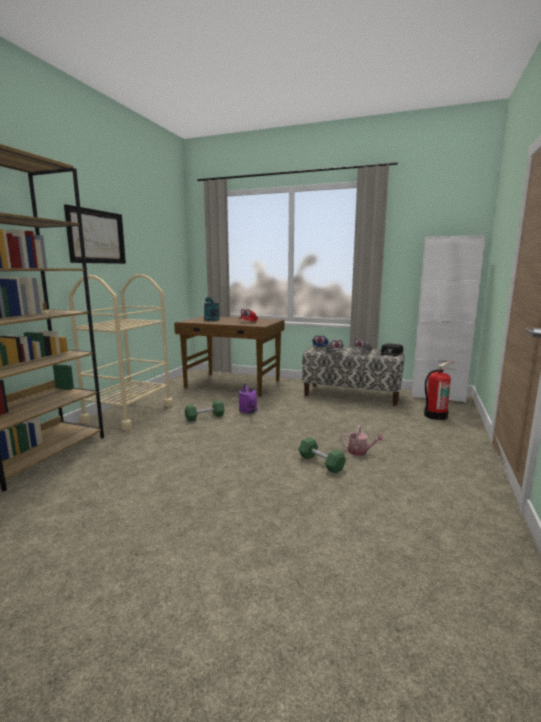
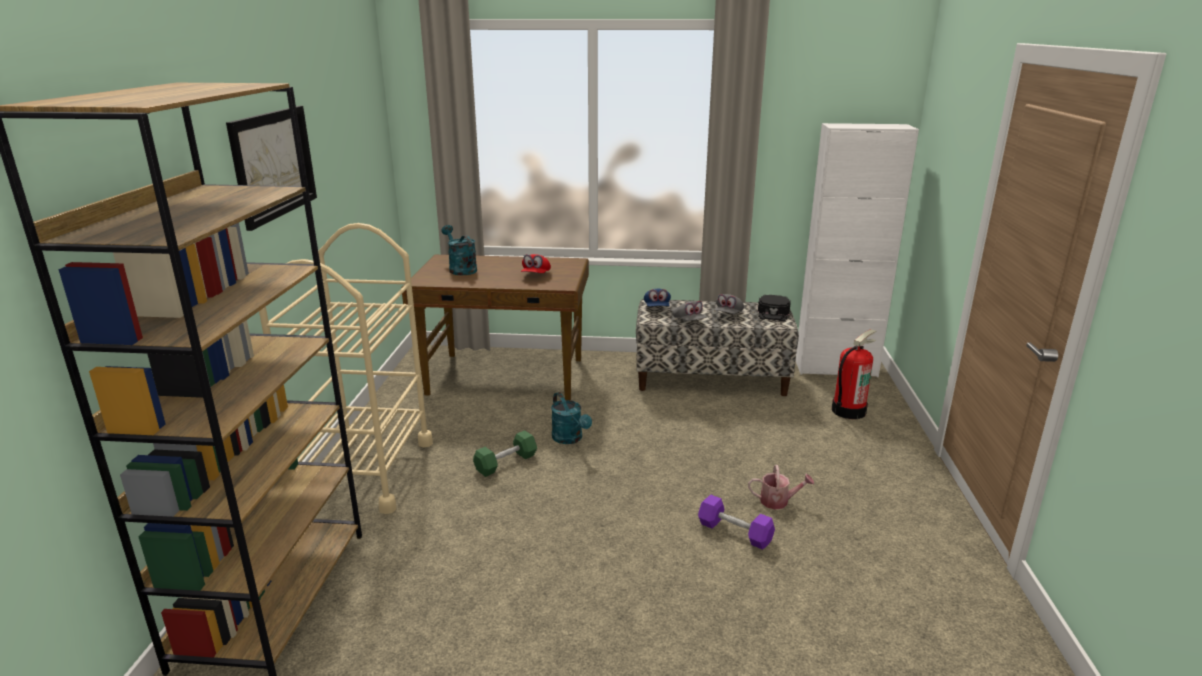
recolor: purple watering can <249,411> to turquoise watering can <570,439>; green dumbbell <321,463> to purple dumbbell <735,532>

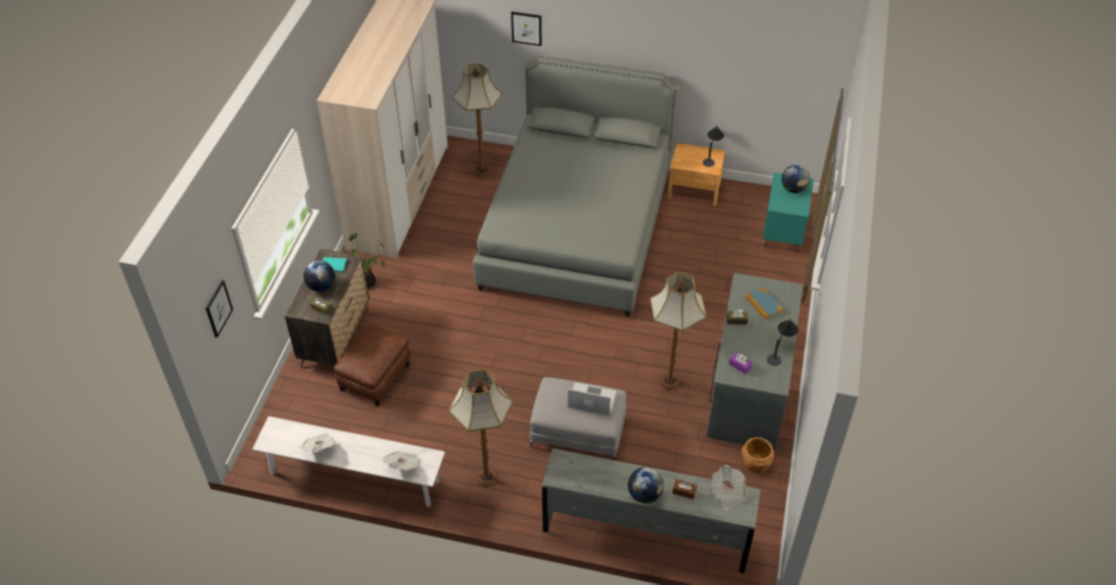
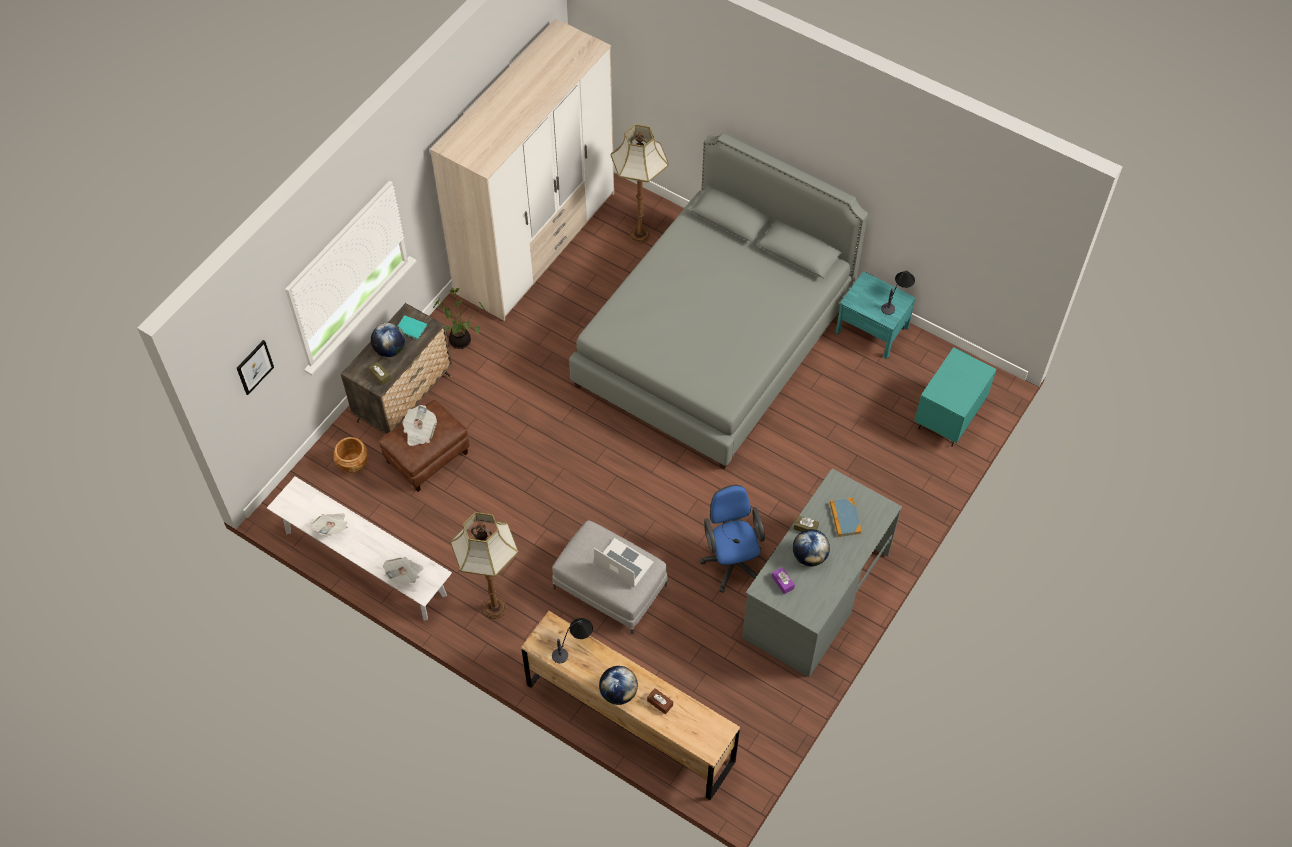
delete: picture <526,28>
move: globe <793,189> to <809,556>; table lamp <780,350> to <573,646>; brown planter <755,464> to <353,463>; newspaper <727,493> to <419,431>
replace: floor lamp <669,381> to blue office chair <732,561>
recolor: brown nightstand <694,190> to turquoise nightstand <872,329>; grey dresser <646,533> to brown dresser <630,723>

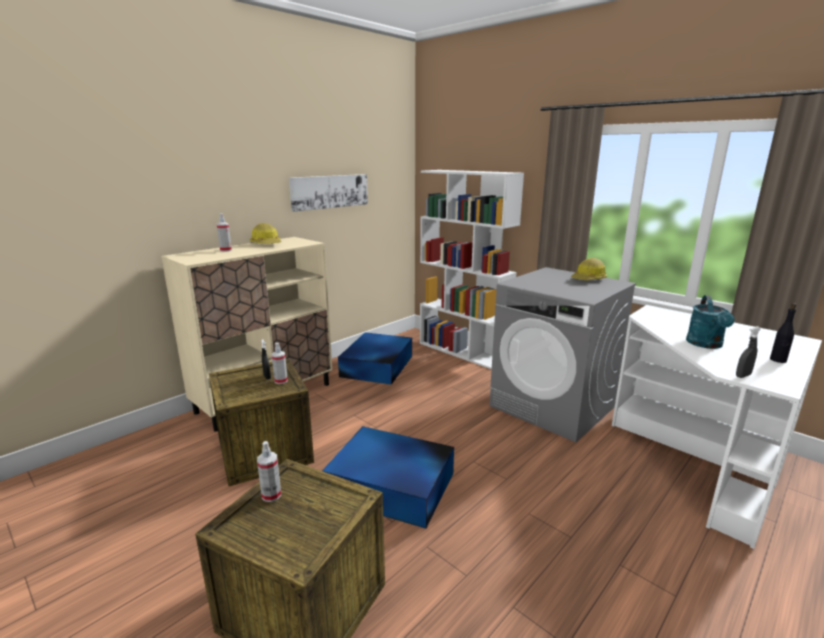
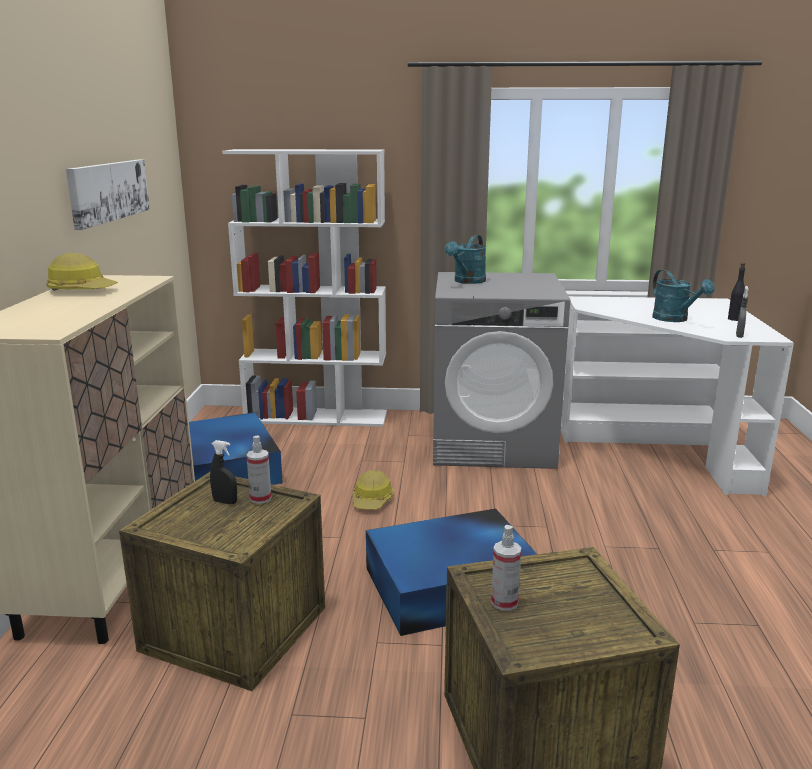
delete: spray bottle <226,250>
insert: turquoise watering can <467,281>
move: hard hat <588,279> to <372,501>

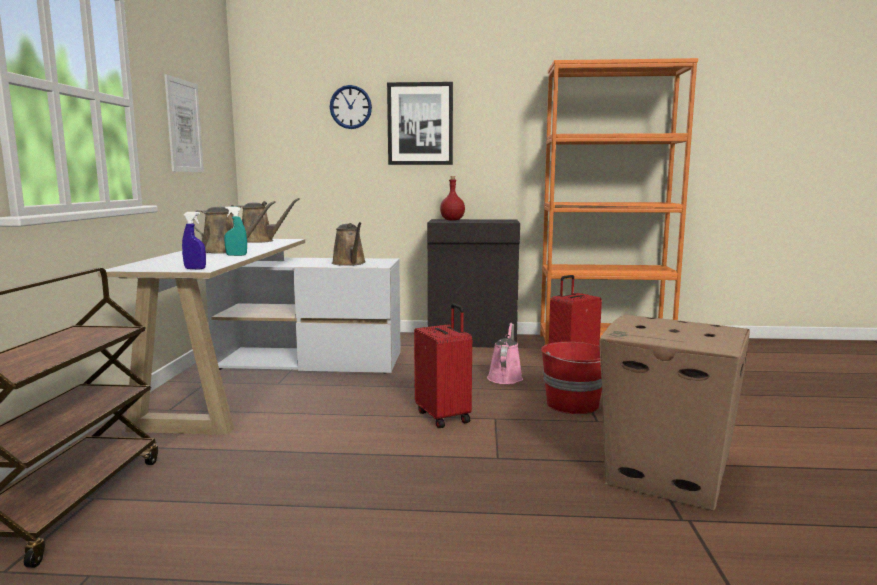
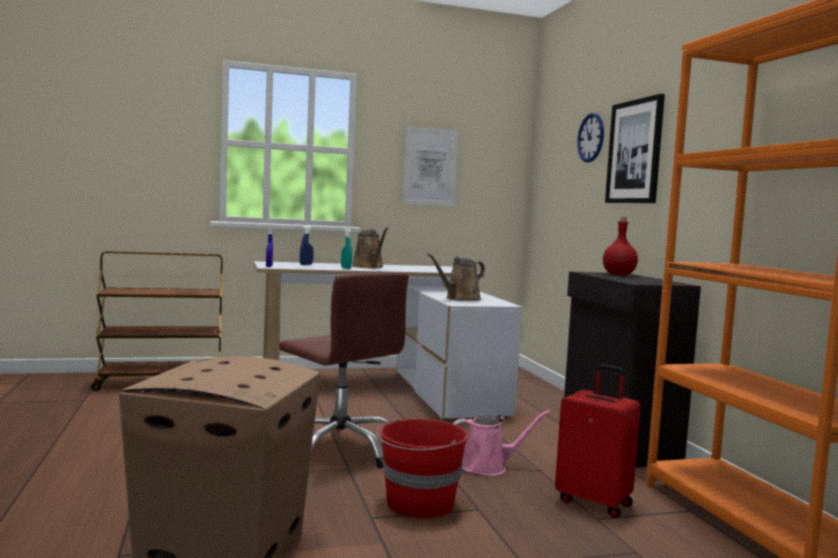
delete: brown watering can <260,241>
insert: blue spray bottle <306,264>
replace: red suitcase <444,416> to brown office chair <340,449>

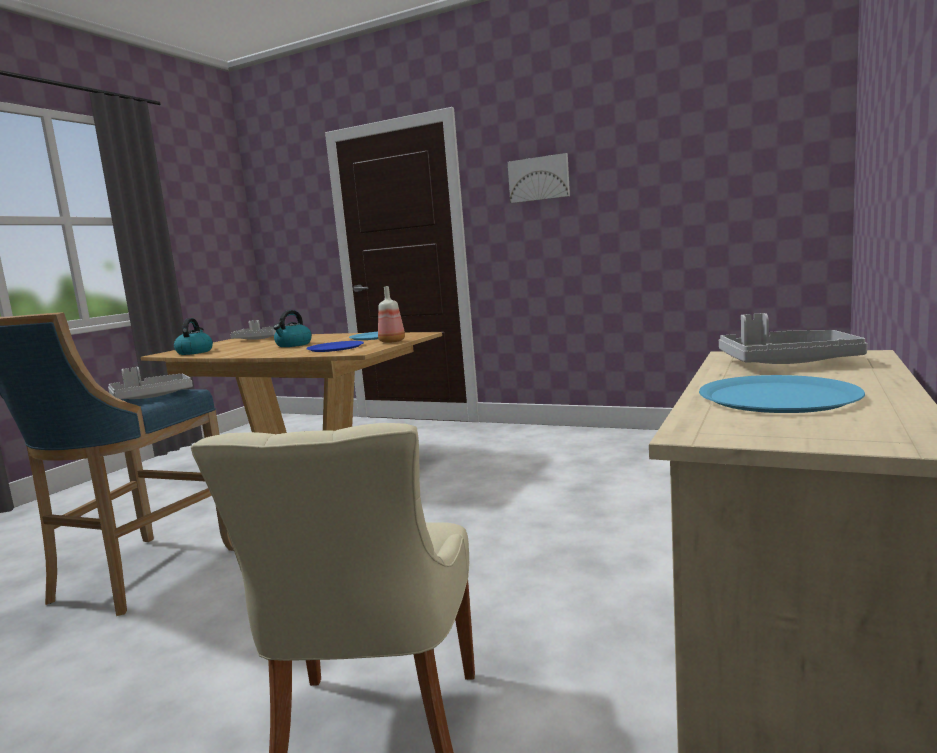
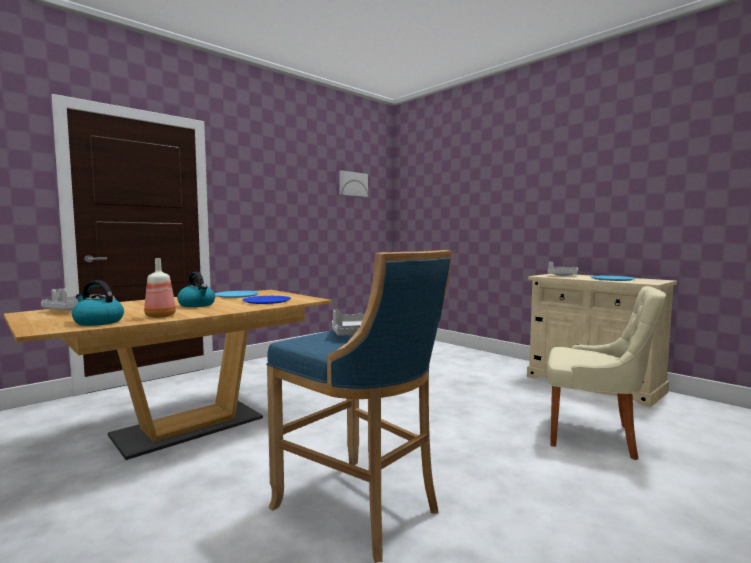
move: picture <539,179> to <353,184>; bottle <392,341> to <159,316>

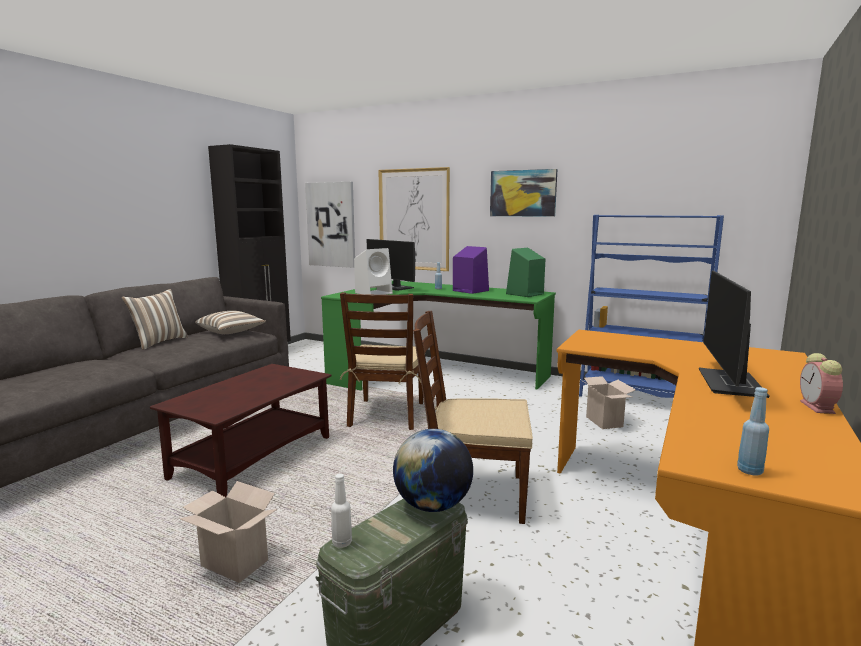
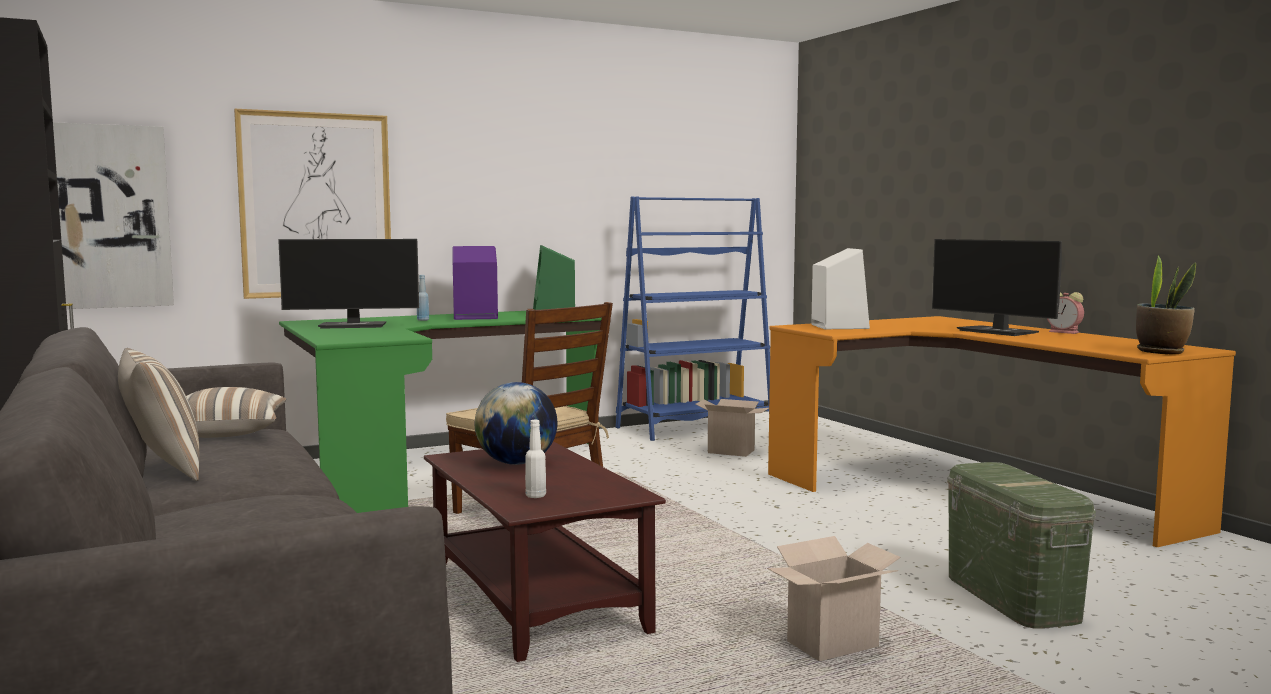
delete: picture <523,193>; brown chair <471,495>
move: white speaker <374,293> to <838,326>; globe <433,505> to <516,463>; white bottle <342,543> to <536,496>
replace: blue bottle <750,471> to potted plant <1161,352>

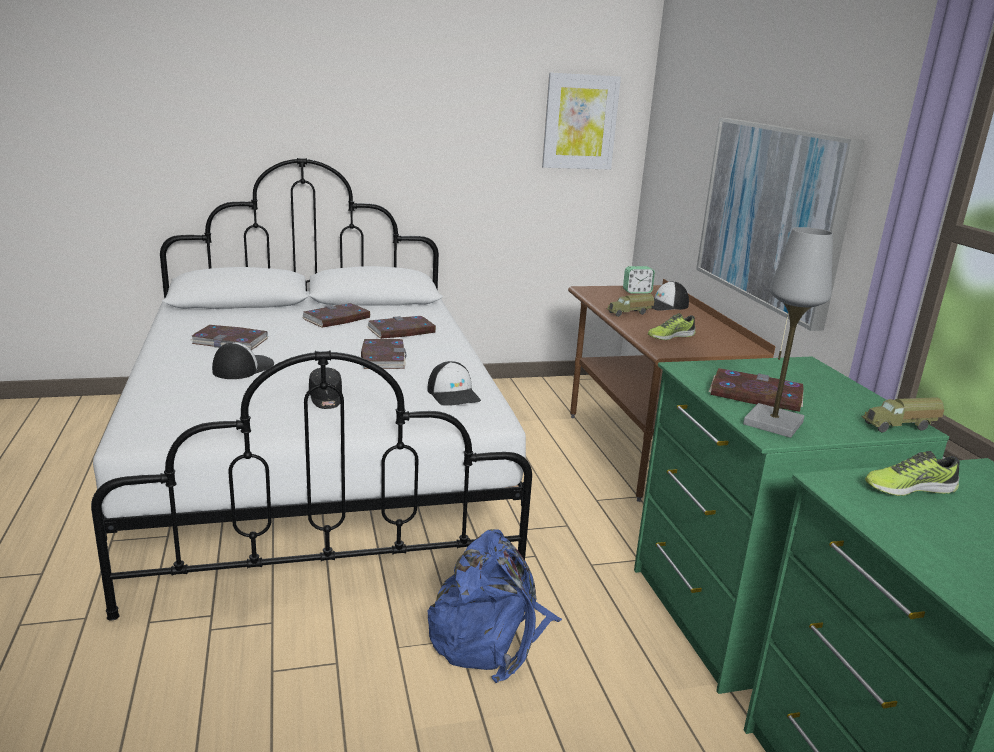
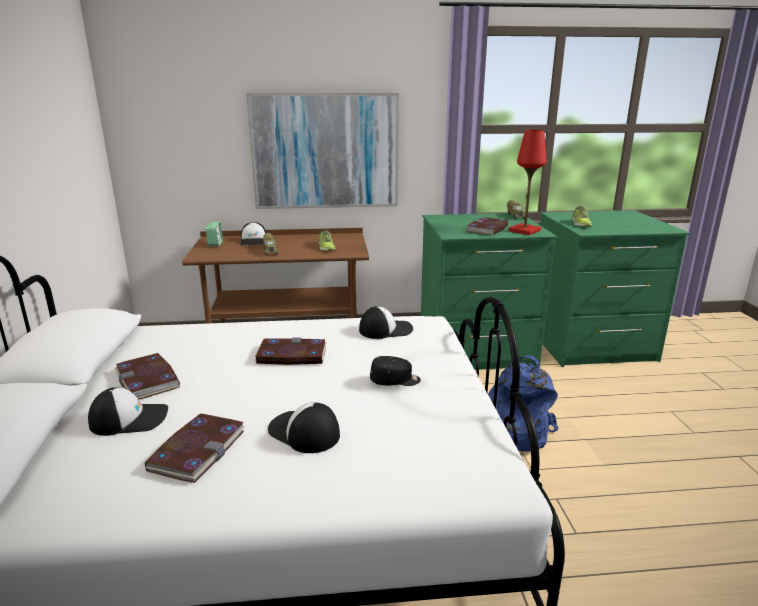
delete: picture <580,122>; book <401,331>
insert: cap <130,419>
recolor: grey table lamp <773,423> to red table lamp <524,231>

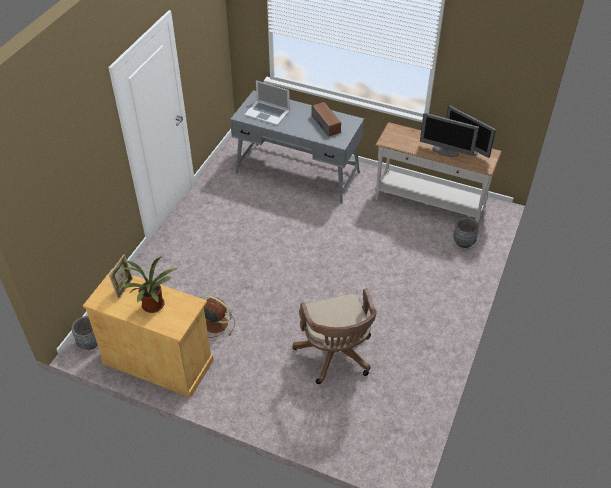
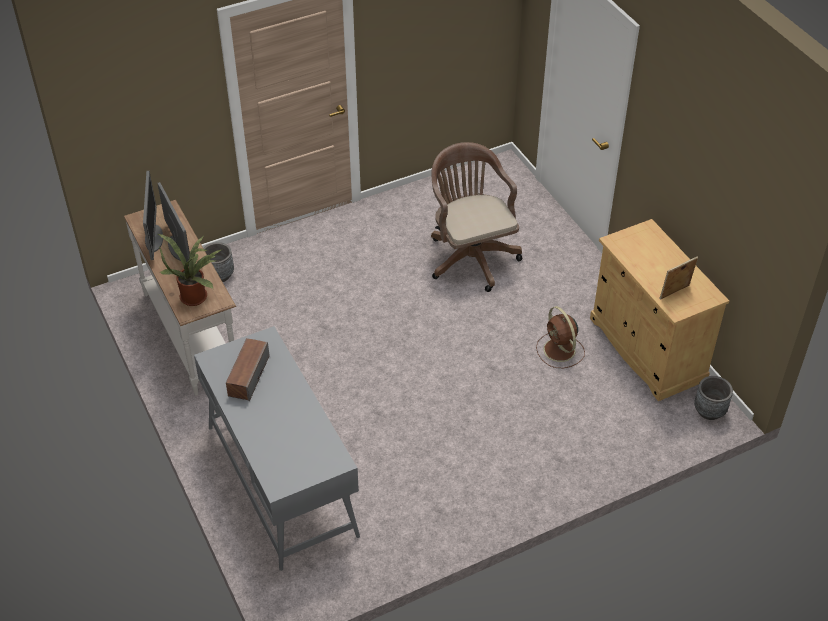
delete: laptop <267,113>
move: potted plant <153,307> to <196,295>
rotate: brown office chair <336,356> = <470,256> 45 degrees counterclockwise

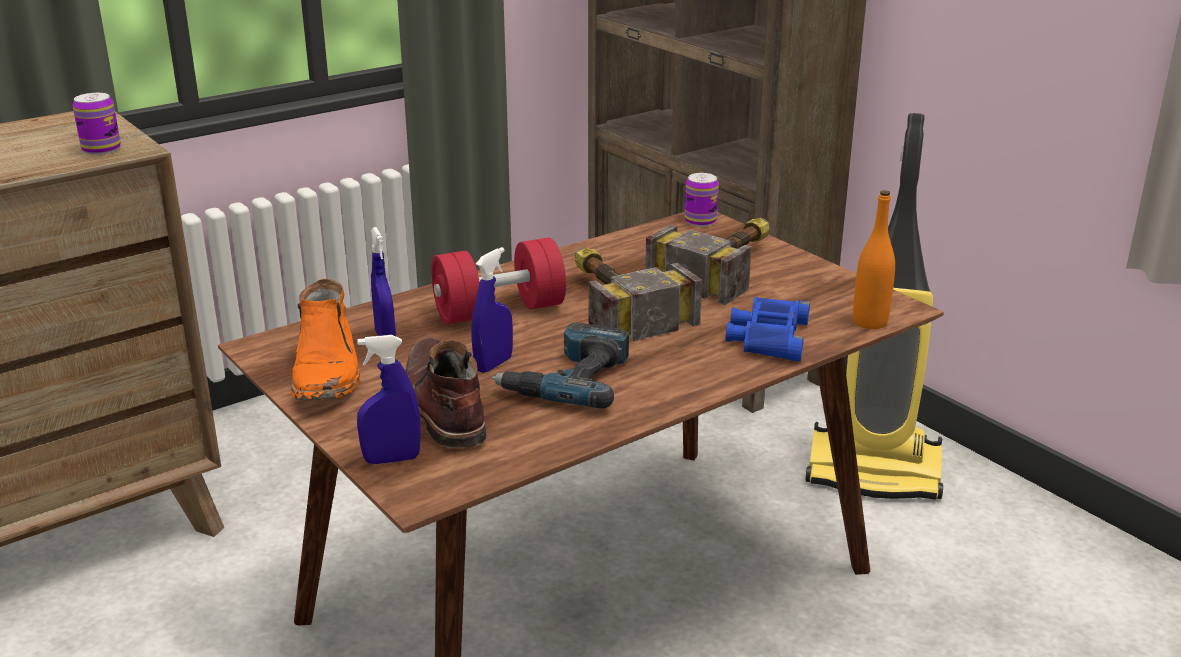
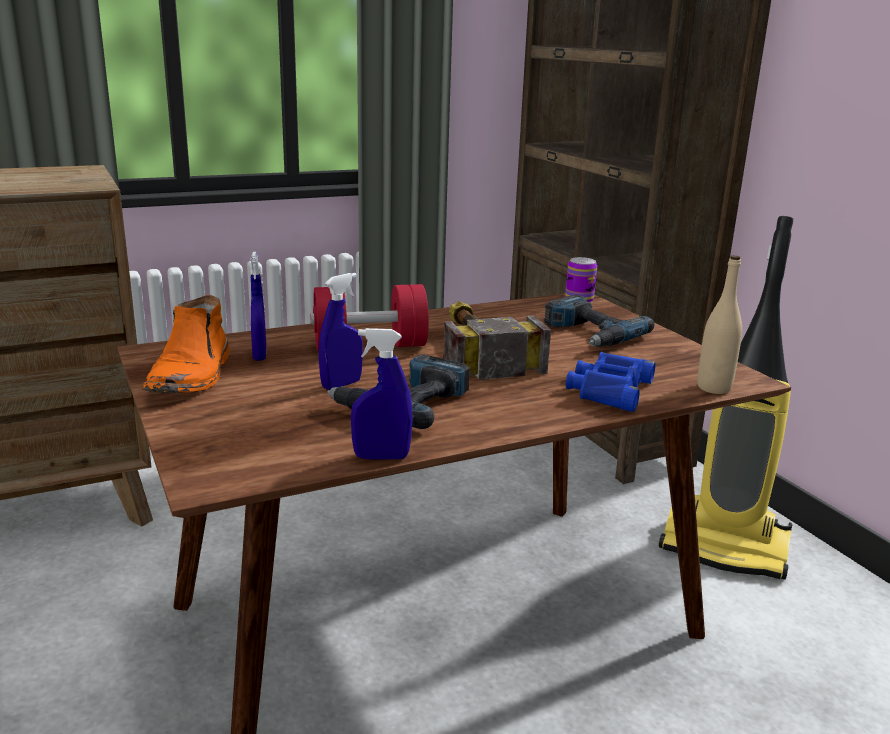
delete: can <101,149>; brown boot <442,406>
move: blue spray bottle <392,459> to <381,457>
replace: hammer <726,267> to power drill <589,334>
recolor: orange bottle <870,322> to beige bottle <714,388>

